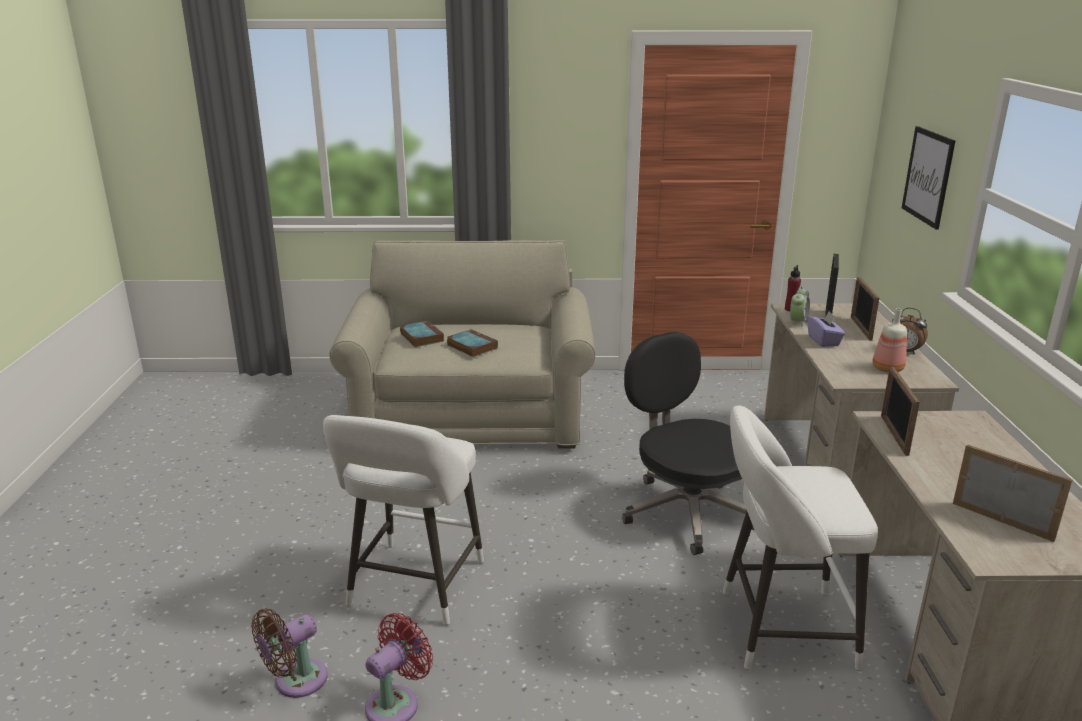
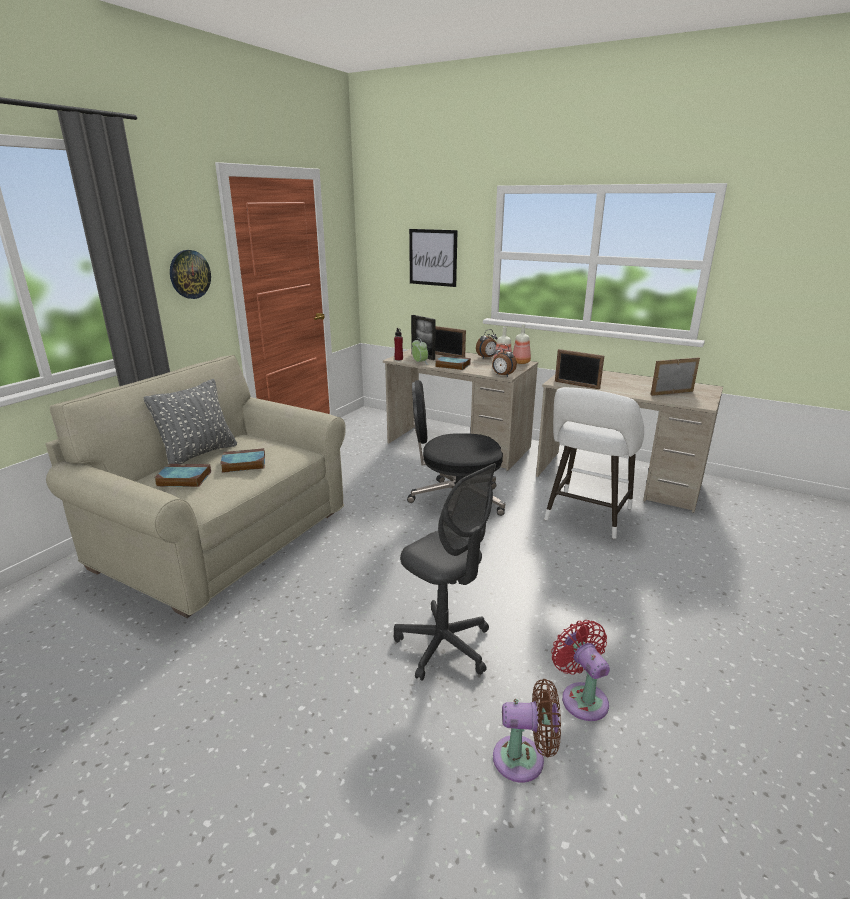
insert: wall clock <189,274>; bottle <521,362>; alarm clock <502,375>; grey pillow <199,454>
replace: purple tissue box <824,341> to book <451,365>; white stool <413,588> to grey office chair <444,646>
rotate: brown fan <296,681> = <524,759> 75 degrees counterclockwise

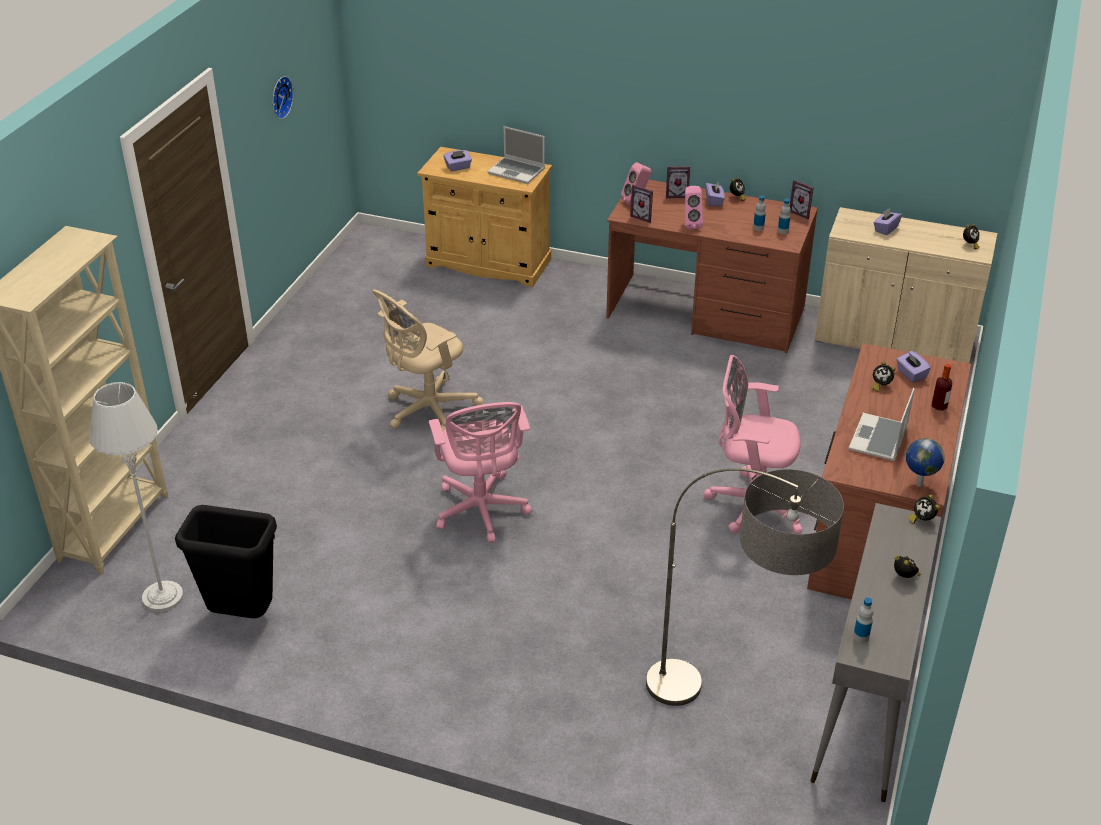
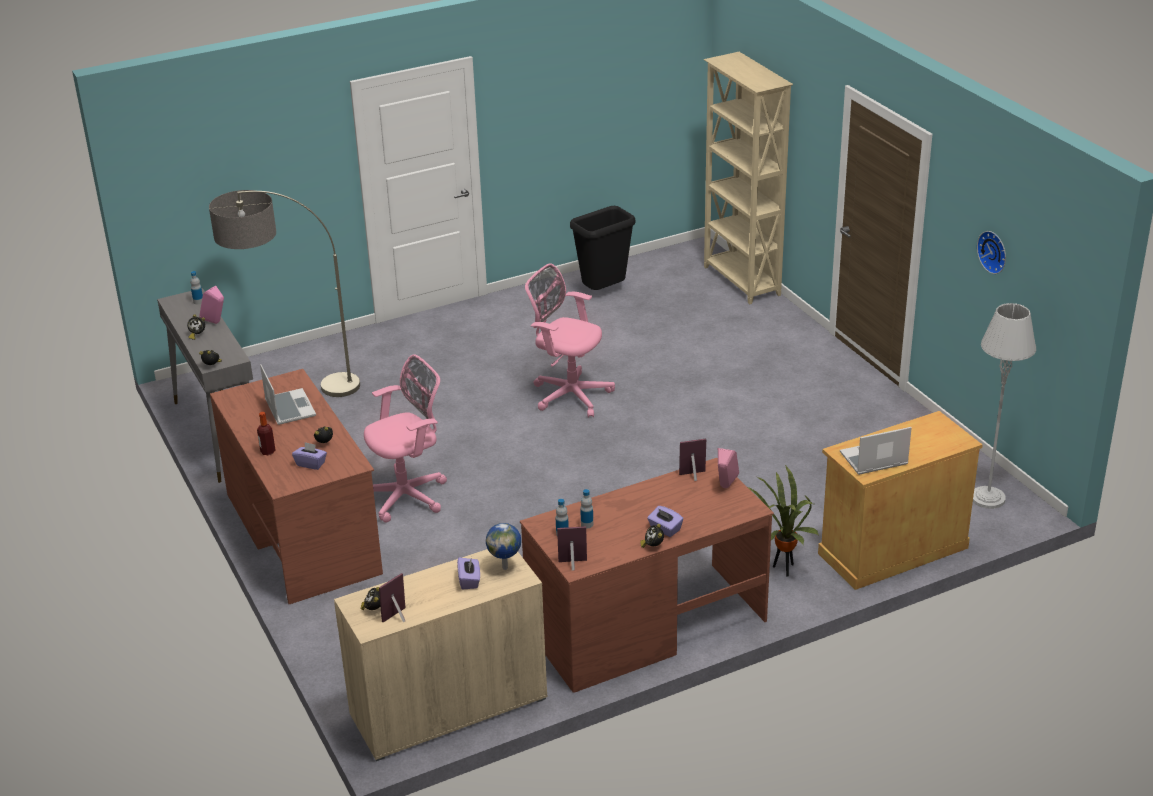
delete: purple tissue box <458,167>; beige office chair <427,410>
insert: potted plant <784,570>
move: picture frame <676,195> to <398,618>; pink speaker <690,224> to <216,323>; grey floor lamp <162,597> to <987,498>; globe <918,484> to <505,567>

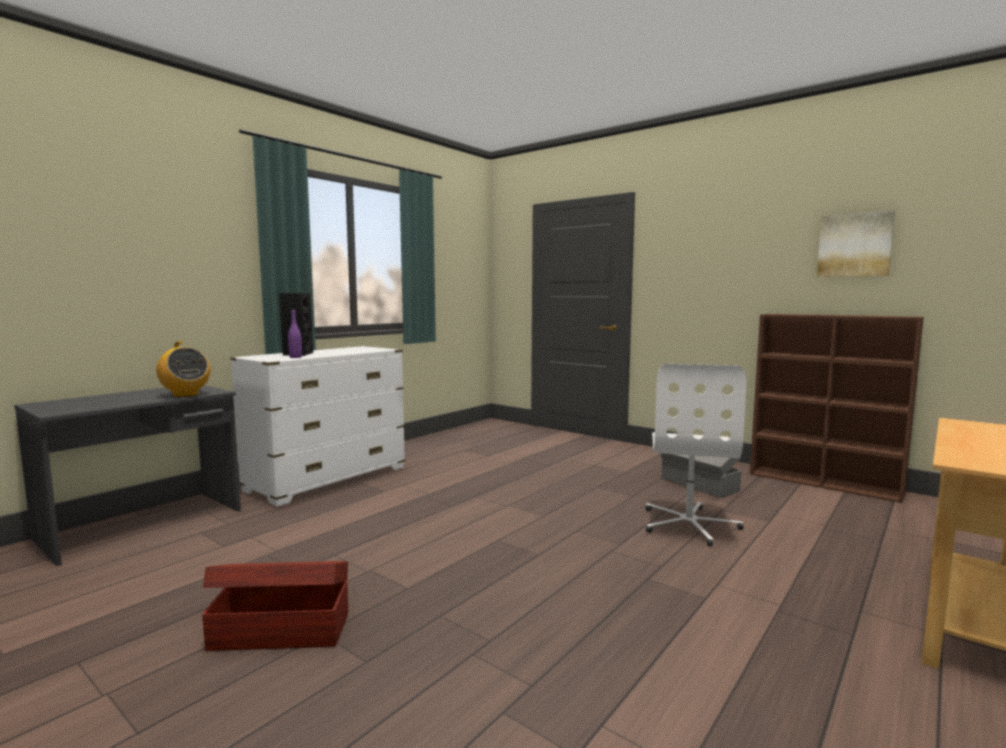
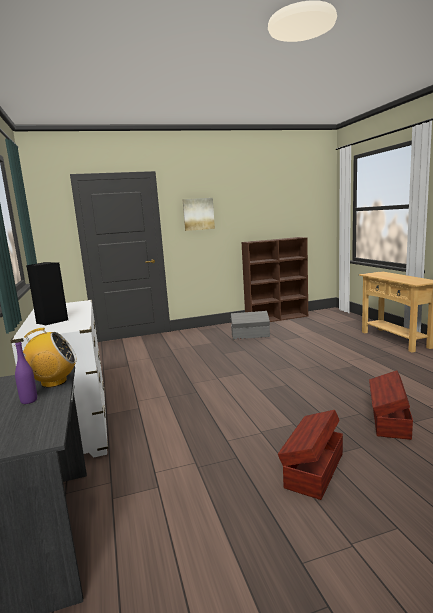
delete: white office chair <689,524>
insert: brown storage box <389,421>
move: picture <854,245> to <198,214>; purple bottle <295,357> to <29,400>

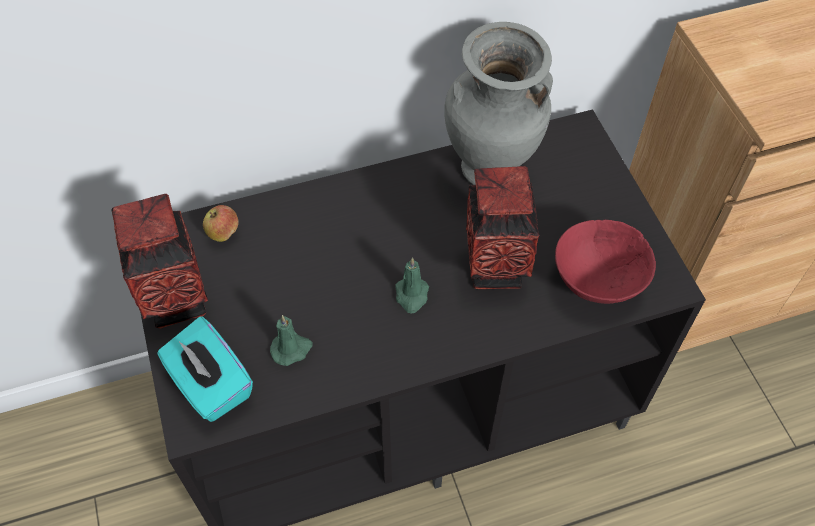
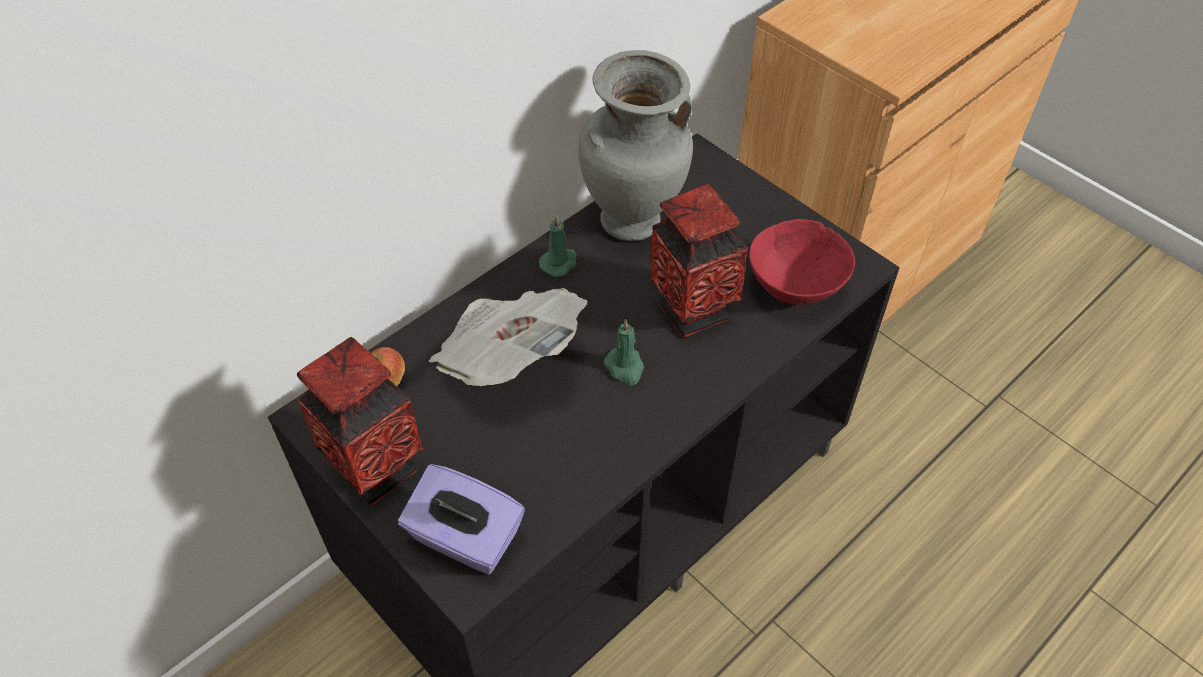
insert: newspaper <509,357>
move: green candle <292,349> to <559,263>
recolor: turquoise tissue box <211,385> to purple tissue box <465,538>

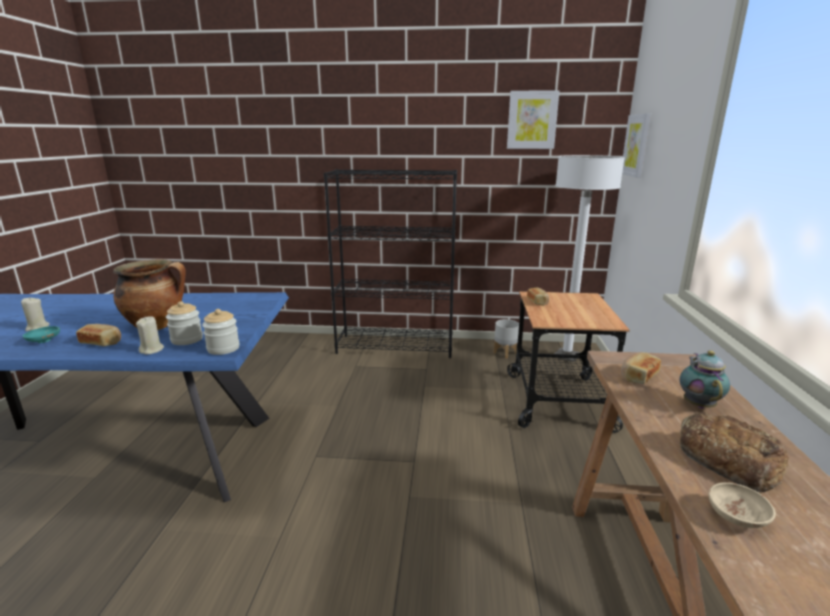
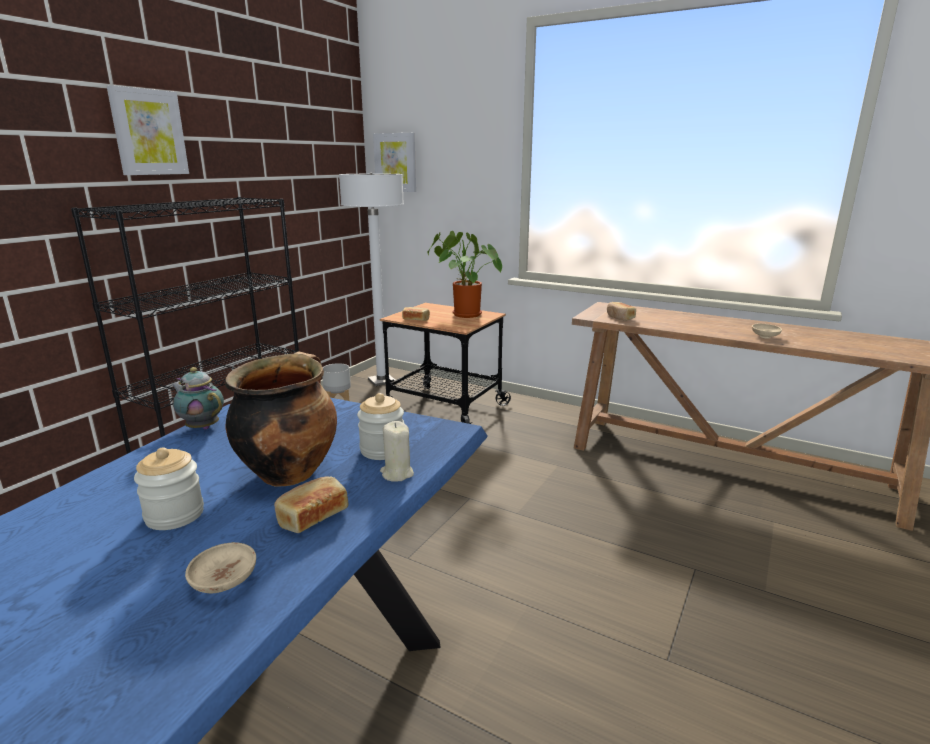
delete: beige candle <37,327>; bread <728,458>
insert: potted plant <463,314>
move: picture <532,120> to <148,132>; jar <223,348> to <174,515>; teapot <698,404> to <202,427>
recolor: turquoise bowl <44,341> to beige bowl <224,583>

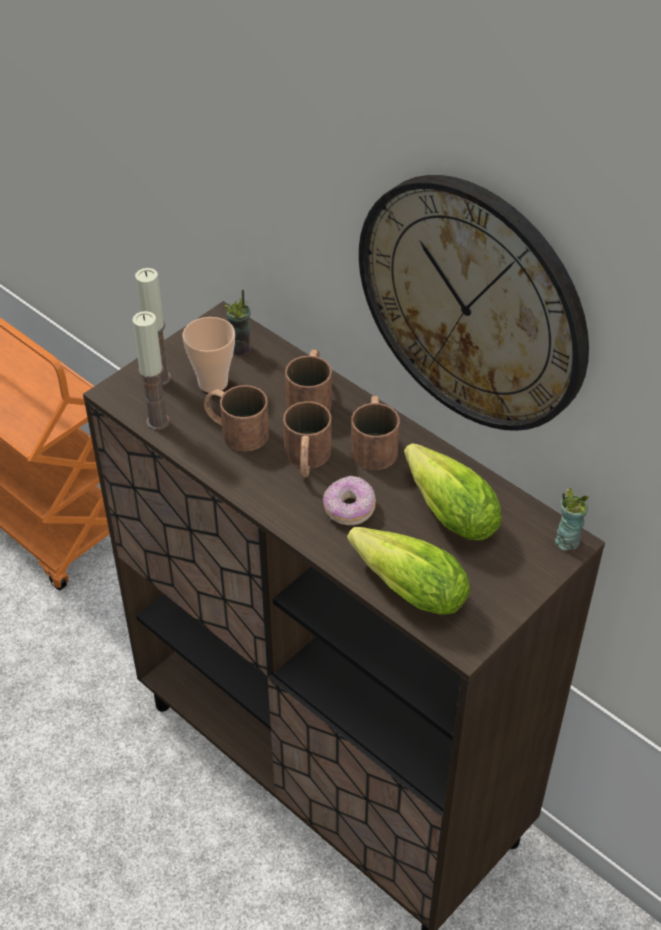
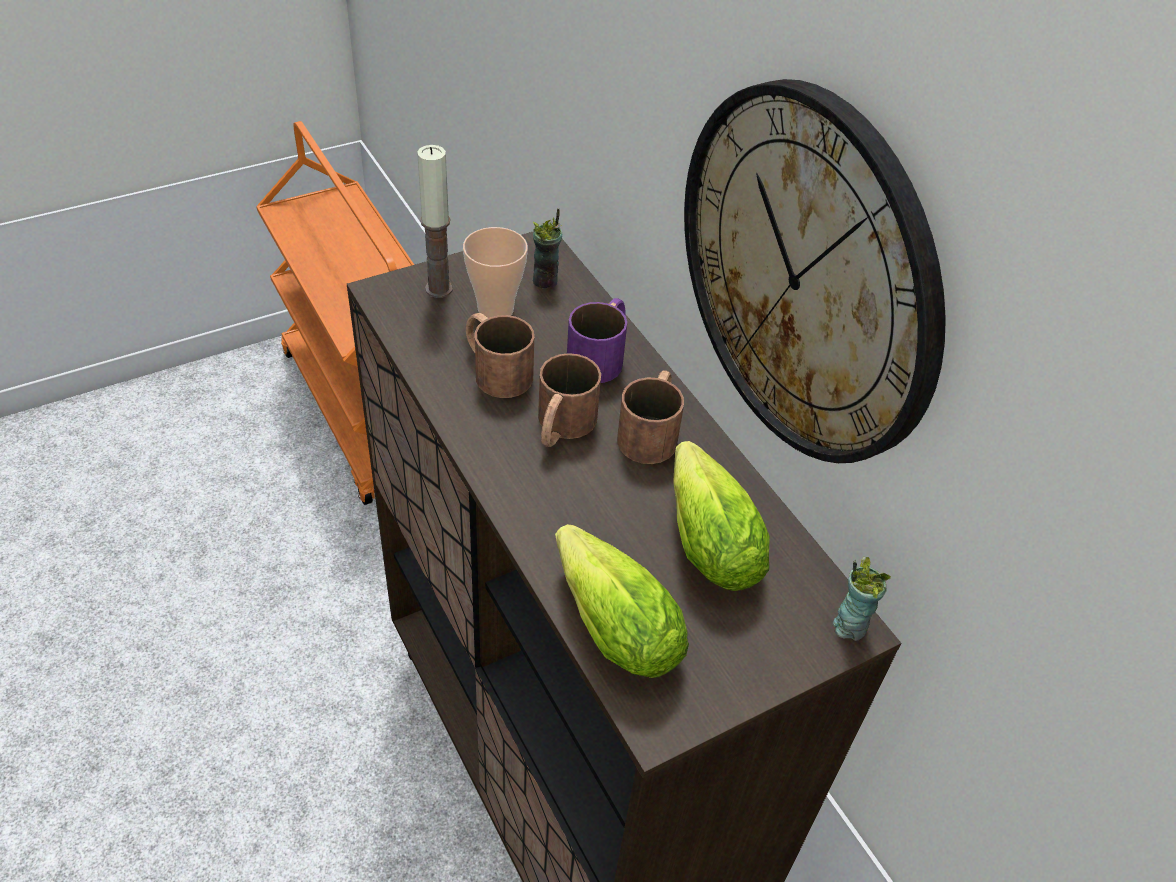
delete: candle <158,422>; donut <349,509>
recolor: brown mug <311,396> to purple mug <601,355>

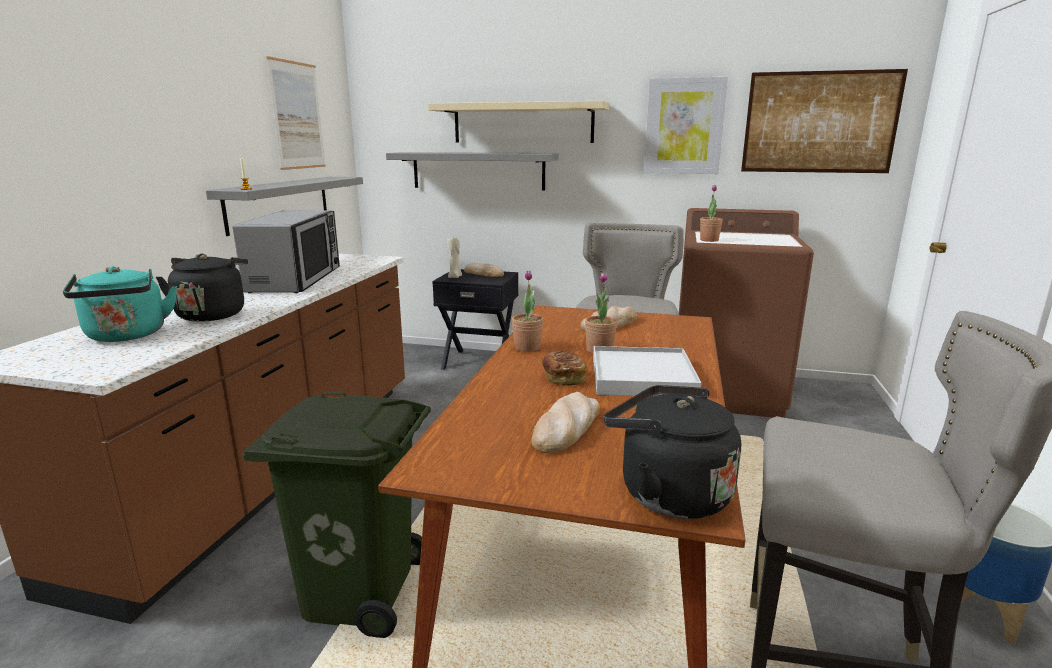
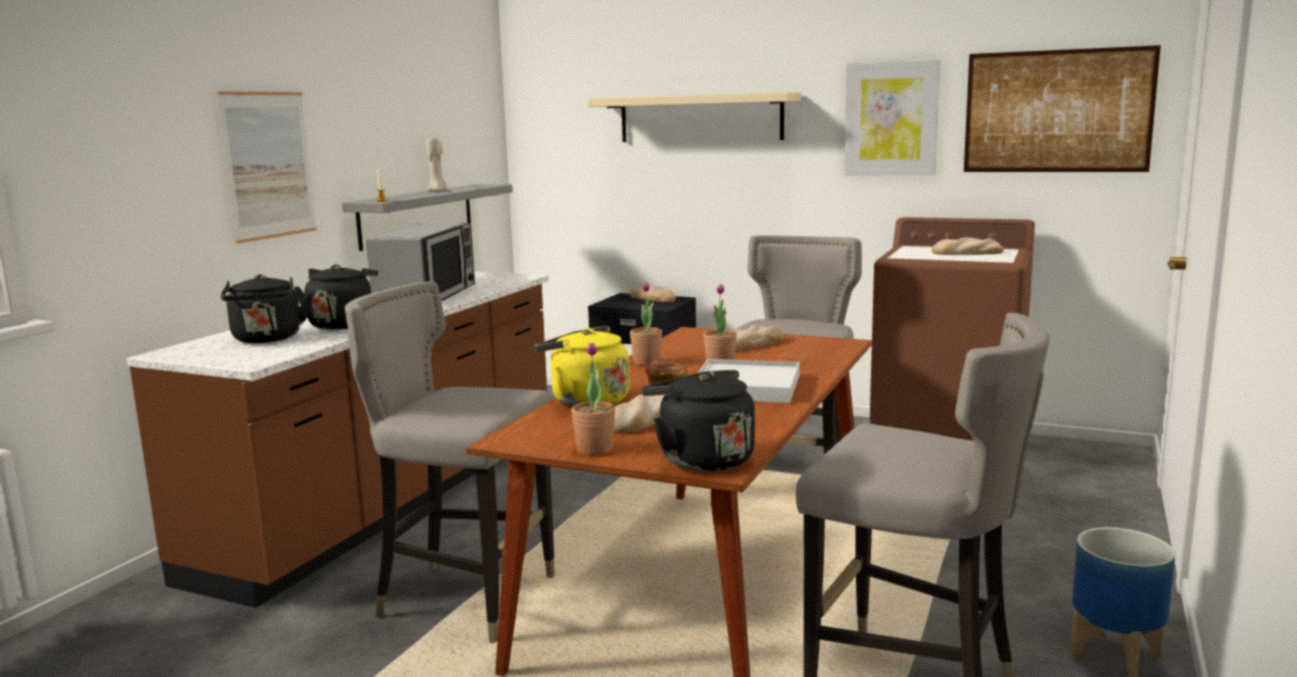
delete: grey shelf <478,170>
insert: bread <967,253>; yellow kettle <585,401>
move: picture <297,116> to <268,165>; potted plant <709,240> to <595,449>; beige candle <455,277> to <438,190>
replace: green trash can <359,591> to grey stool <465,599>
recolor: turquoise kettle <127,336> to black kettle <267,339>

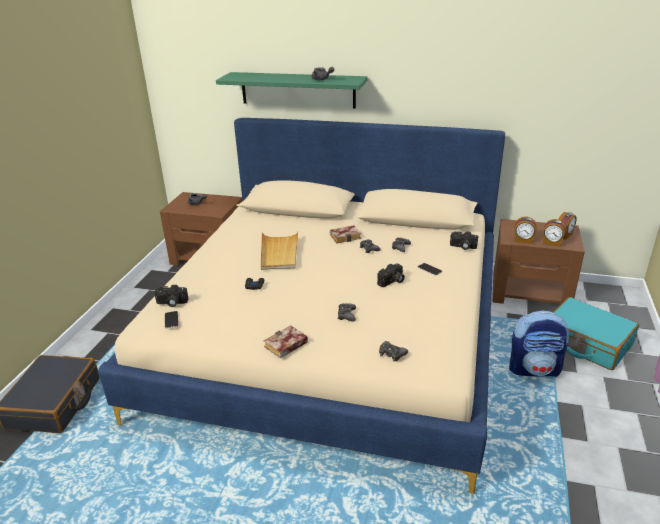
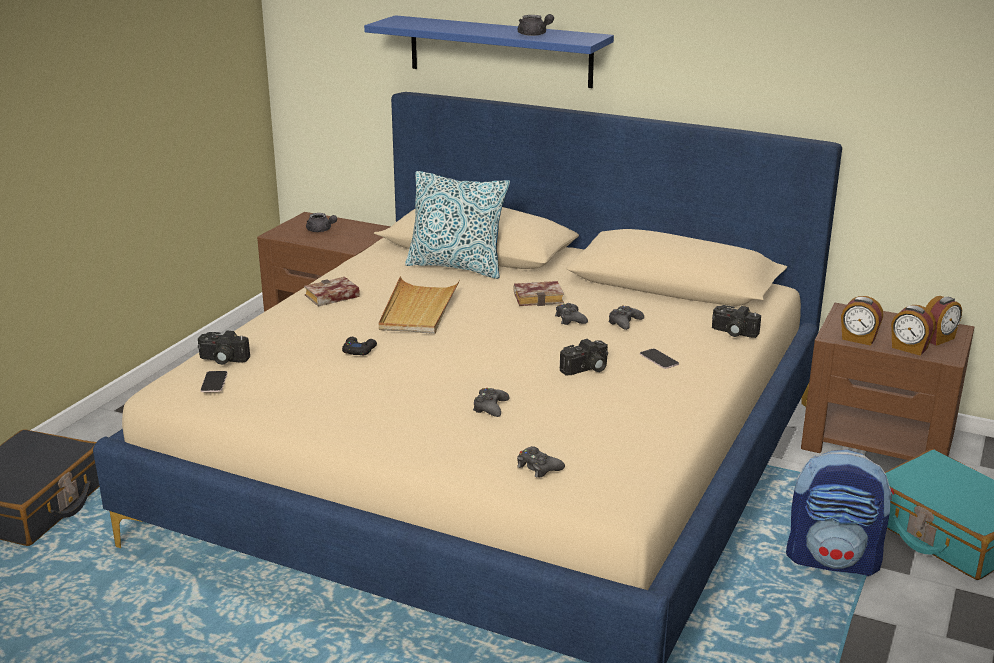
insert: pillow <457,267>
move: book <285,346> to <331,297>
recolor: green shelf <297,90> to blue shelf <500,51>

